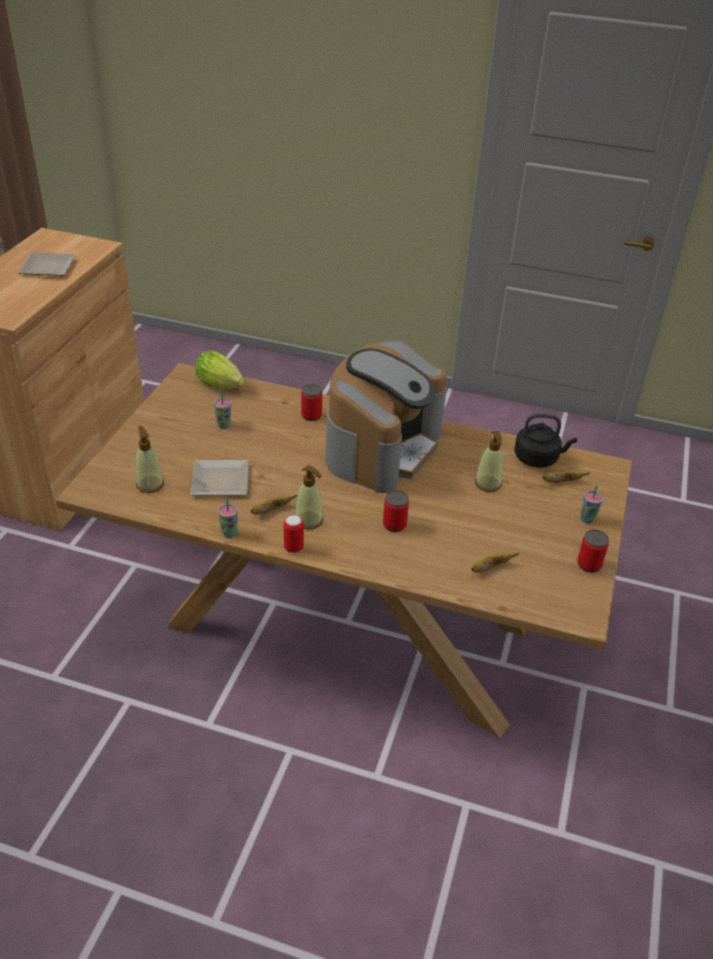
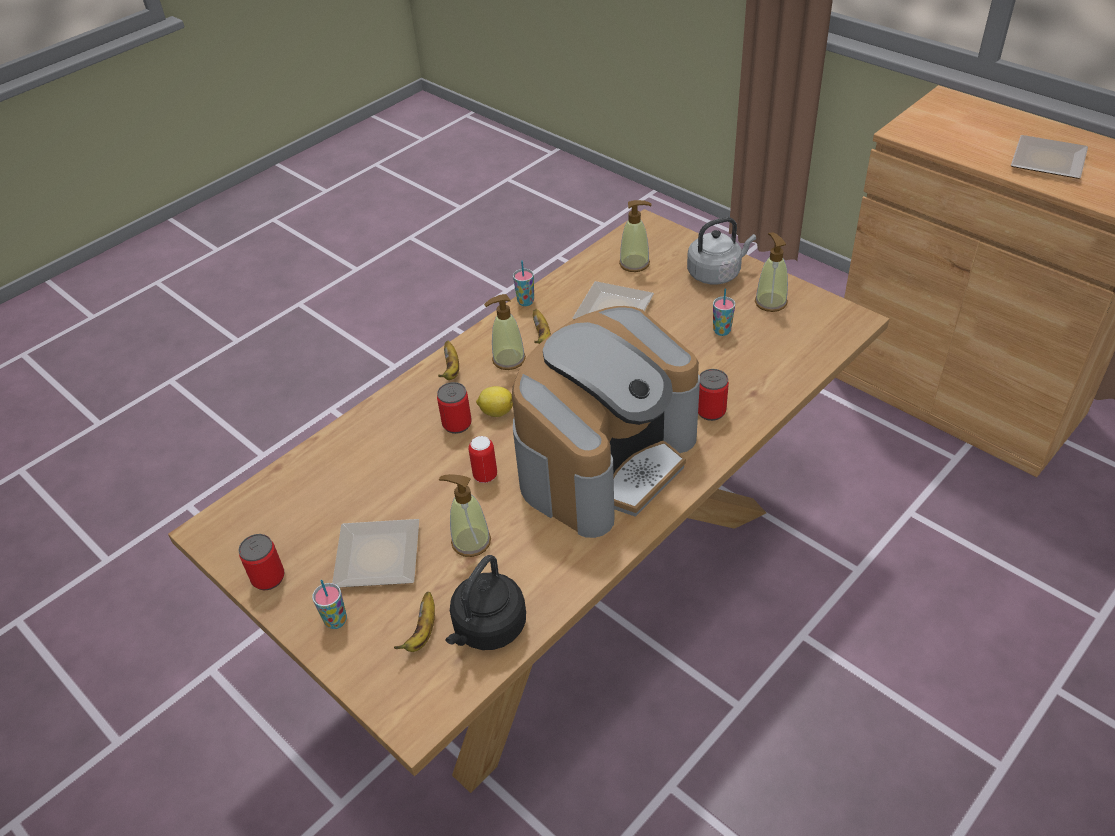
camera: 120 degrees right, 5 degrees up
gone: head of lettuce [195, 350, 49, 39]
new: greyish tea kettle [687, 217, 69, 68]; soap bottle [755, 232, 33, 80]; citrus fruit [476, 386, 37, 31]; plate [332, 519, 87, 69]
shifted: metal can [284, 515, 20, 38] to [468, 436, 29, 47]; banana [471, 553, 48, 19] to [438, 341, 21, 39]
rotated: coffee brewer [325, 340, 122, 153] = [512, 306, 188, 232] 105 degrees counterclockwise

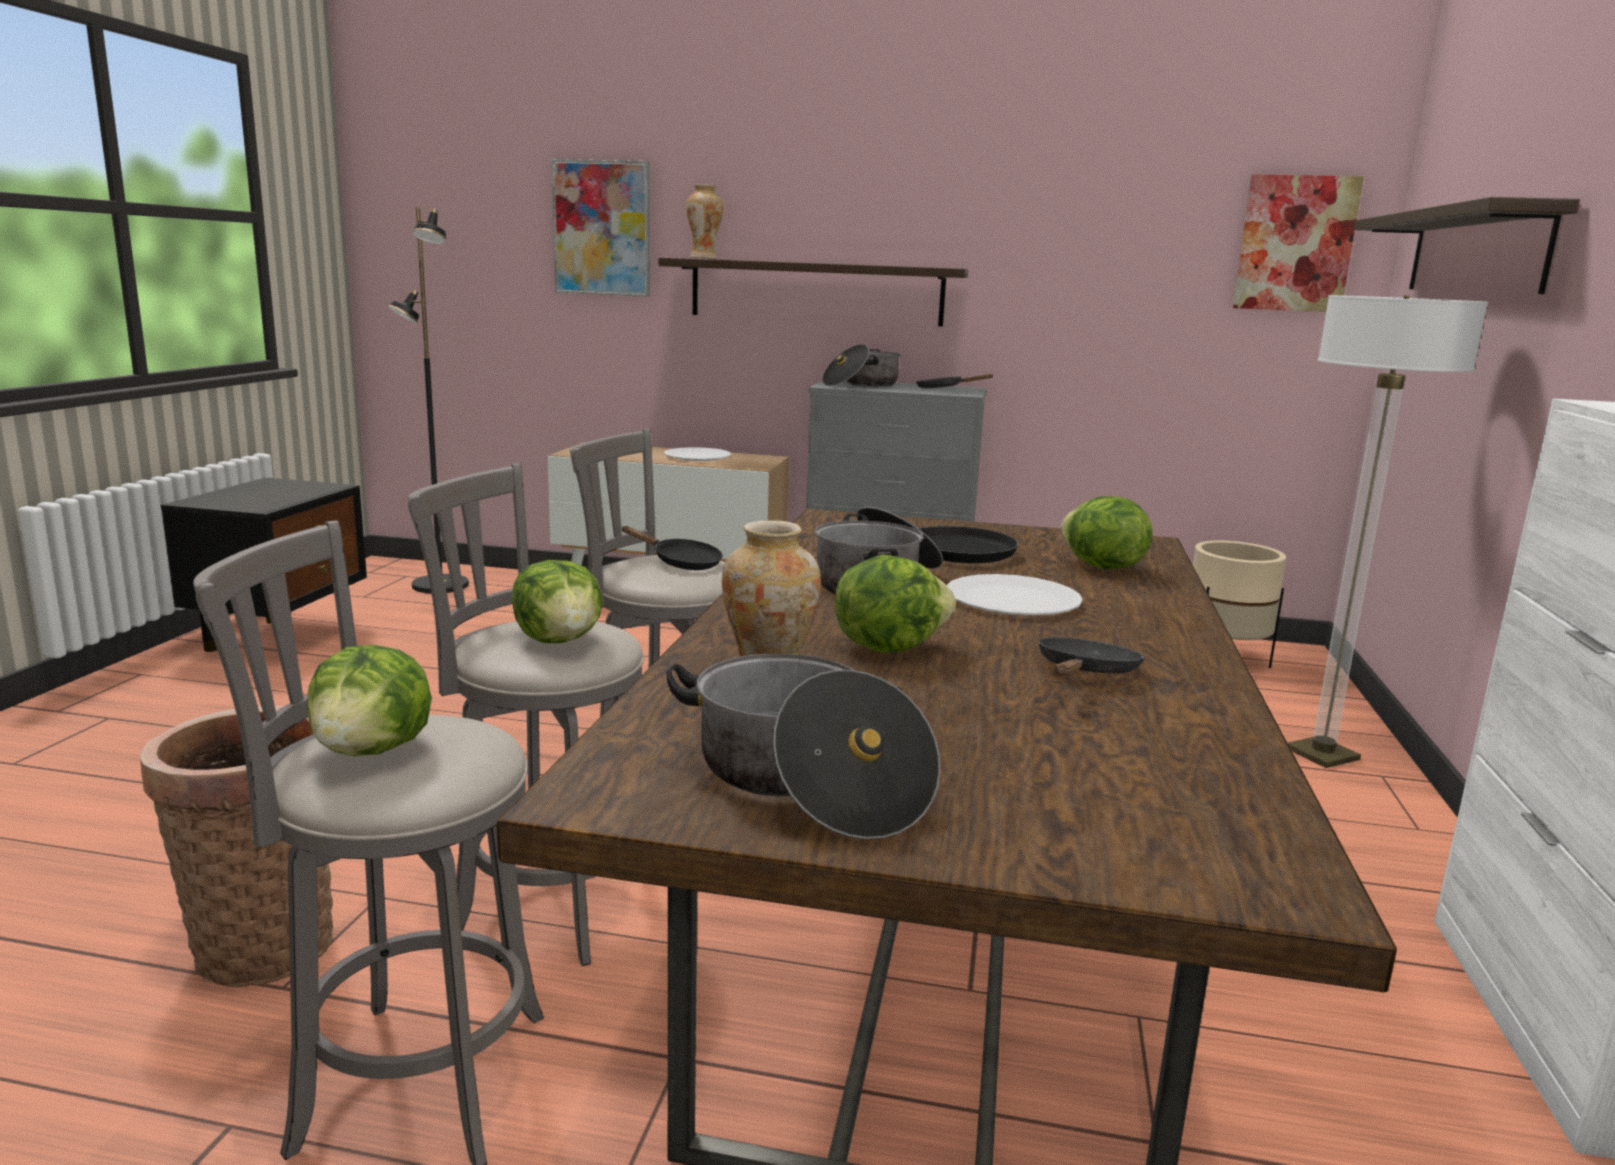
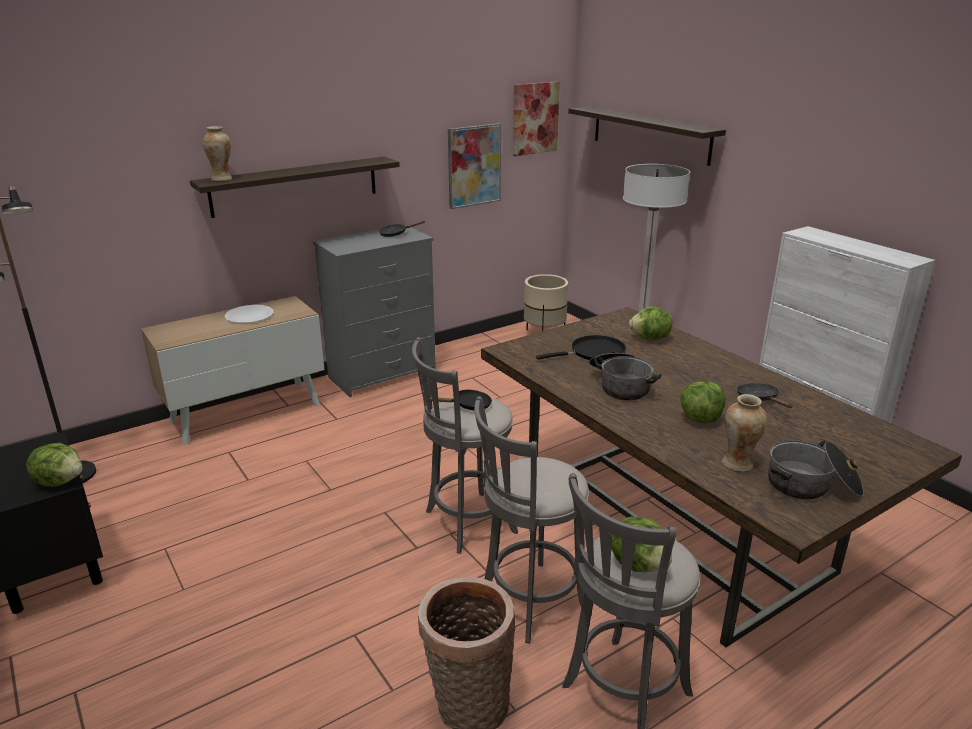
camera: 45 degrees left, 10 degrees up
gone: stockpot [822, 344, 79, 43]; white-coloured plate [947, 574, 136, 41]
shifted: picture [552, 159, 98, 138] to [448, 123, 53, 86]; head of lettuce [512, 560, 91, 83] to [26, 443, 57, 44]

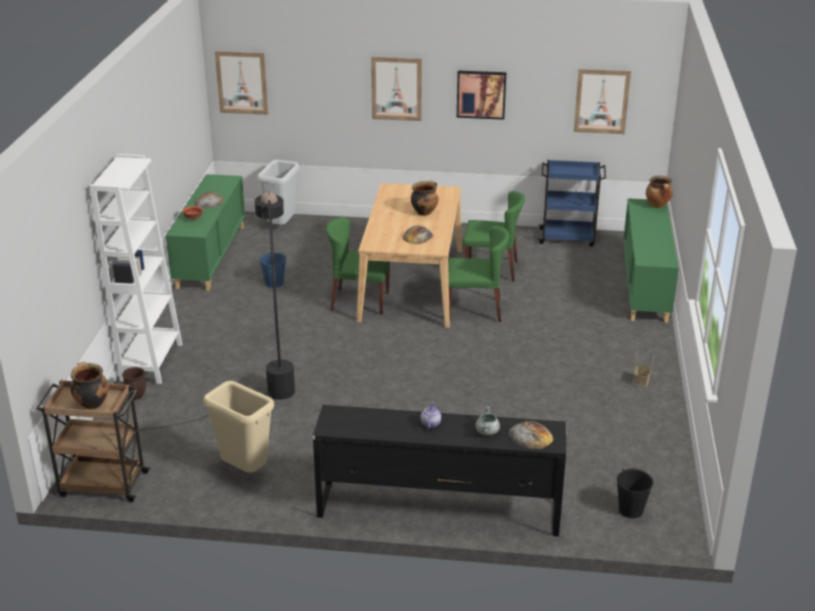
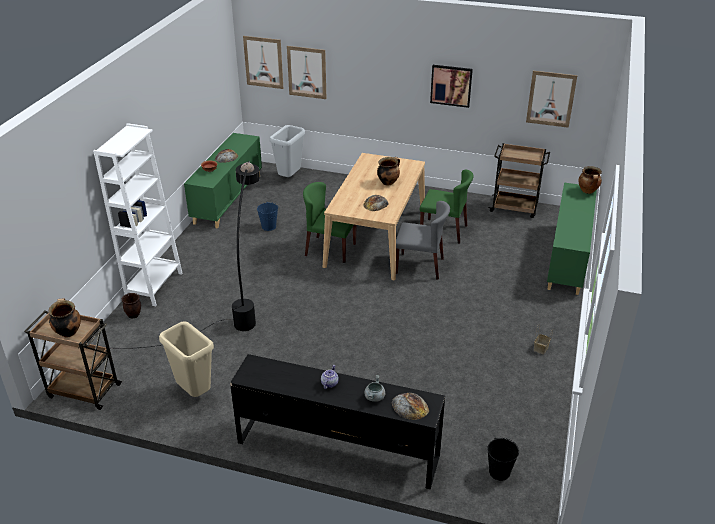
camera: 10 degrees right, 5 degrees up
shifted: picture [371, 57, 51, 64] to [287, 46, 40, 53]
repainted: bluish trolley [537, 160, 69, 87] to brown-coloured trolley [488, 143, 62, 75]; green upright chair [448, 226, 62, 96] to greyish upright chair [396, 201, 54, 79]

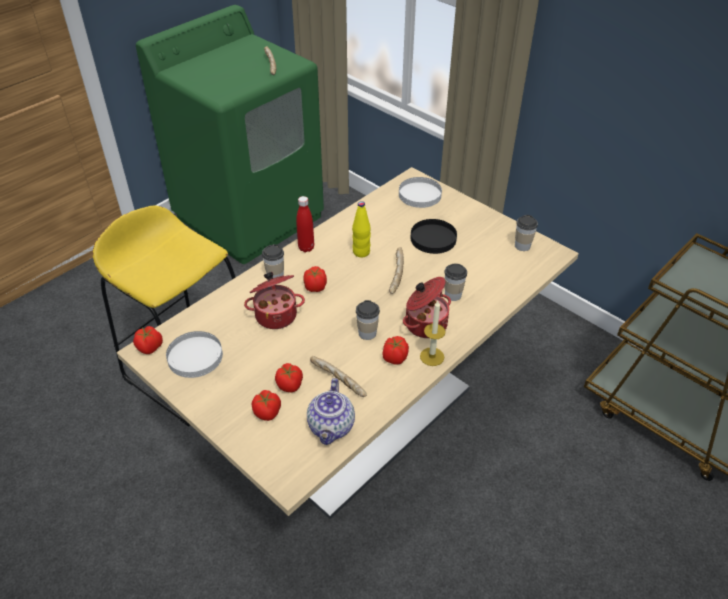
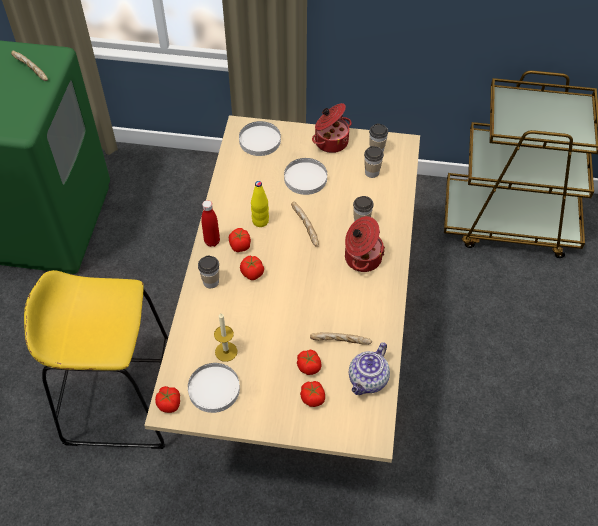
camera: 35 degrees left, 10 degrees up
shifted: stockpot [244, 272, 61, 57] to [312, 103, 40, 50]; drinking cup [356, 300, 24, 40] to [364, 146, 20, 32]; candle [420, 301, 26, 65] to [214, 313, 23, 49]; tomato [382, 336, 27, 29] to [229, 228, 22, 24]
repainted: black-coloured plate [411, 219, 46, 35] to white-coloured plate [284, 158, 43, 37]
rotated: tea pot [307, 378, 48, 67] = [349, 342, 41, 53] 60 degrees clockwise

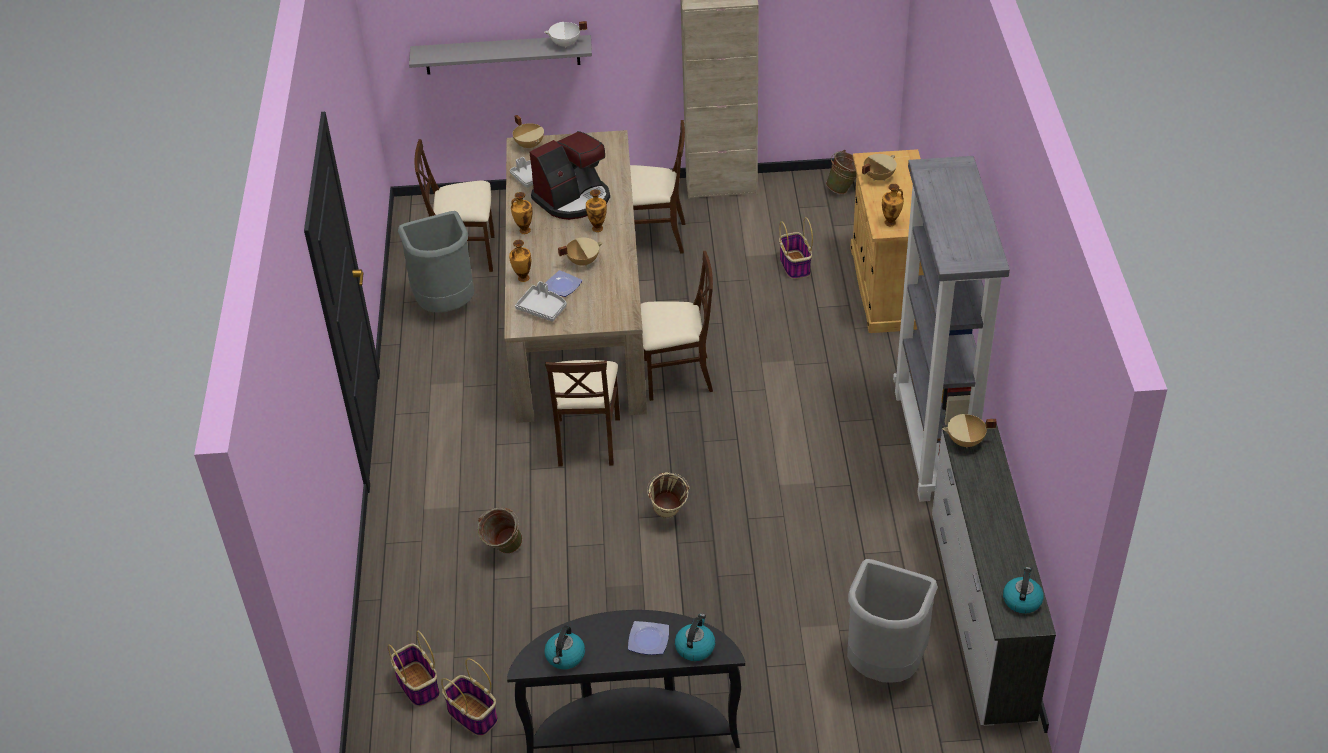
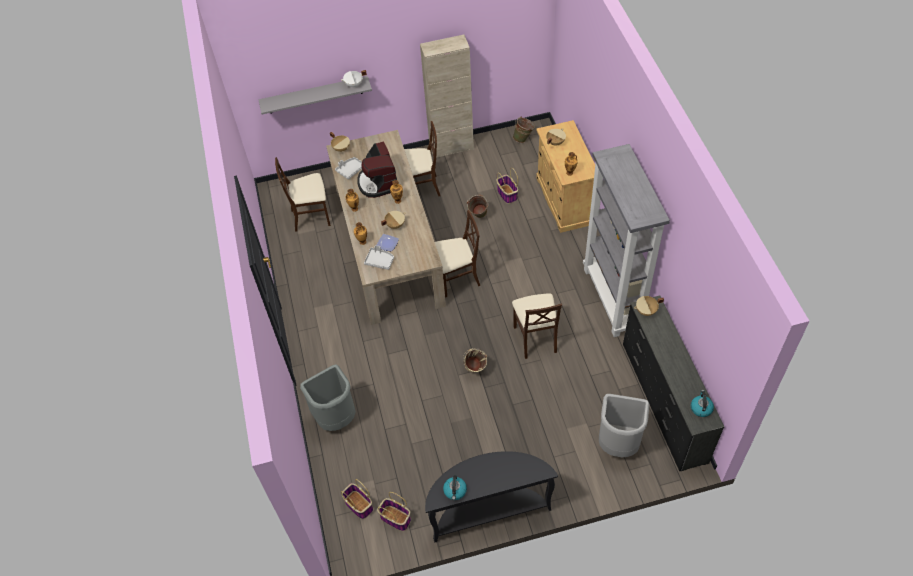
camera: 10 degrees left, 10 degrees up
gone: tea kettle [675, 614, 40, 47]; plate [628, 621, 41, 34]
shifted: greyish rubbish bin [398, 211, 76, 102] to [300, 364, 56, 67]; sand-coloured upright chair [545, 360, 75, 106] to [512, 293, 50, 66]; green bucket [478, 508, 45, 46] to [467, 195, 22, 23]
repainted: white-coloured chest of drawers [932, 422, 124, 304] to black-coloured chest of drawers [623, 296, 101, 175]
rotated: coffee brewer [529, 131, 81, 89] = [357, 141, 42, 57] 120 degrees clockwise

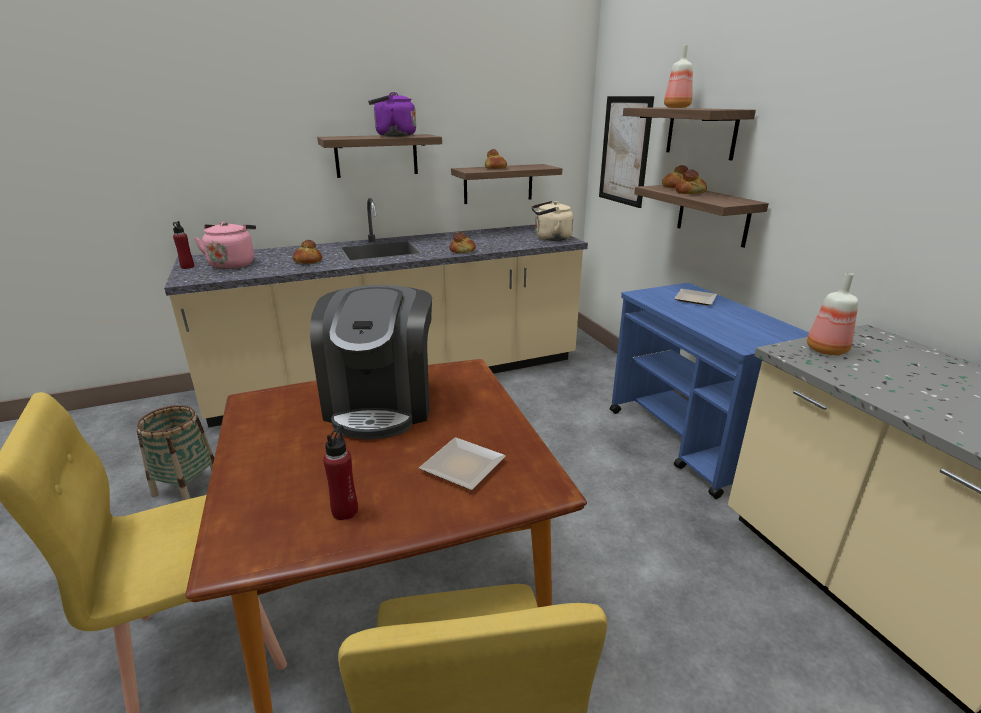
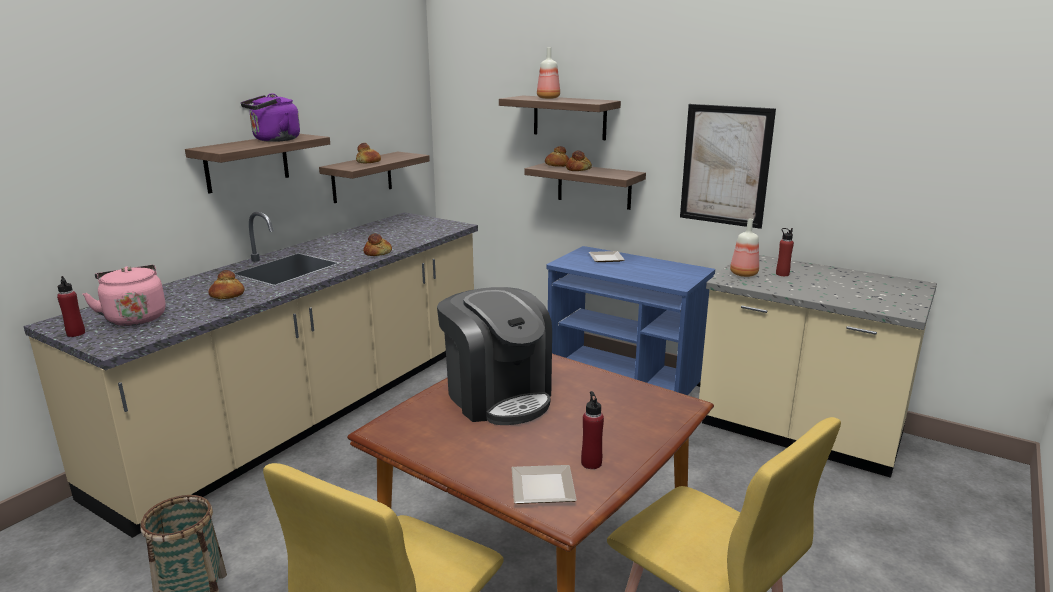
camera: 35 degrees left, 5 degrees down
gone: sand-coloured tea kettle [532, 201, 41, 40]
new: reddish bottle [776, 228, 18, 48]
shifted: picture [599, 96, 55, 112] to [680, 104, 96, 125]; plate [419, 437, 87, 53] to [511, 465, 66, 39]

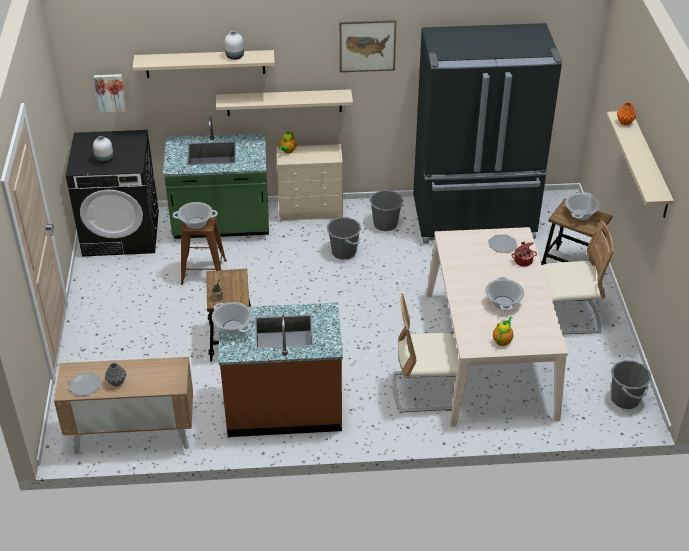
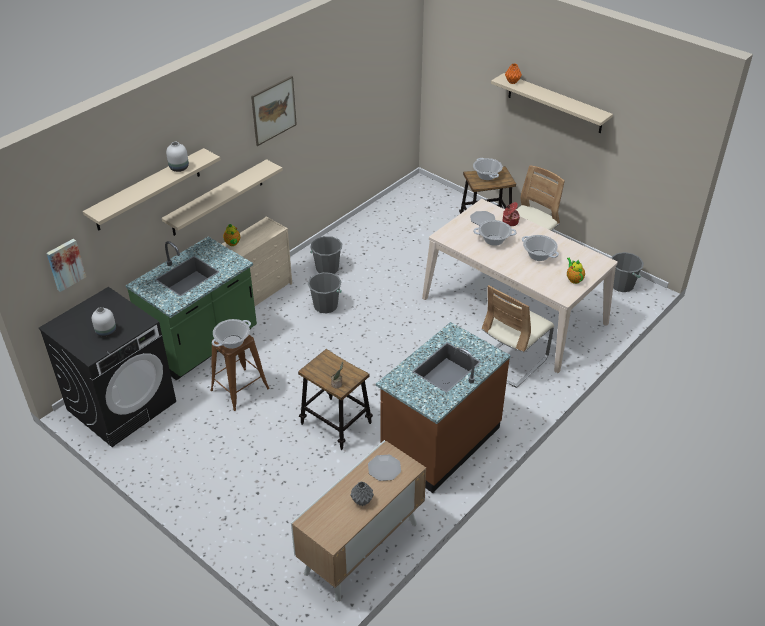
camera: 45 degrees left, 0 degrees up
gone: black-coloured fridge [413, 23, 149, 221]
shifted: stockpot [212, 302, 40, 33] to [473, 220, 44, 26]; plate [69, 372, 32, 24] to [368, 455, 33, 26]

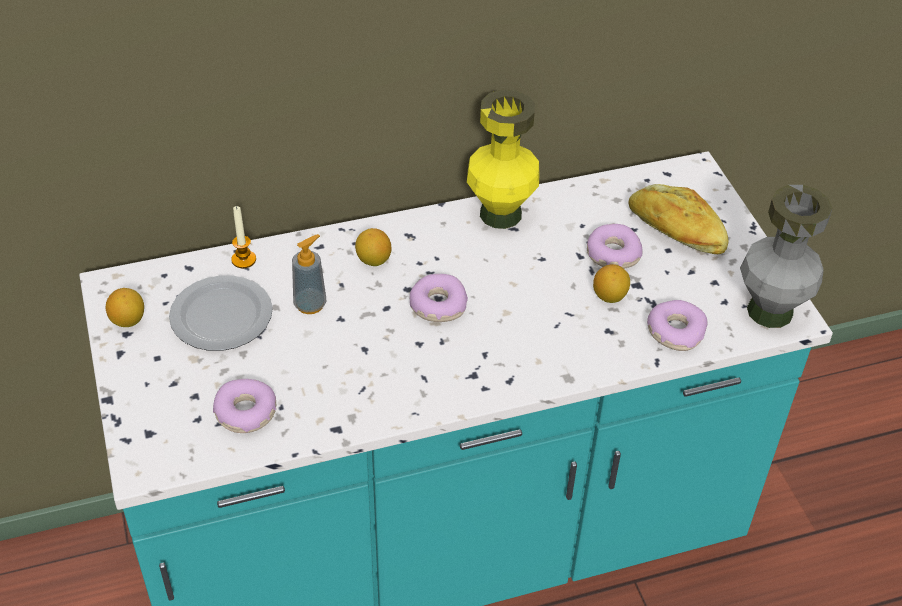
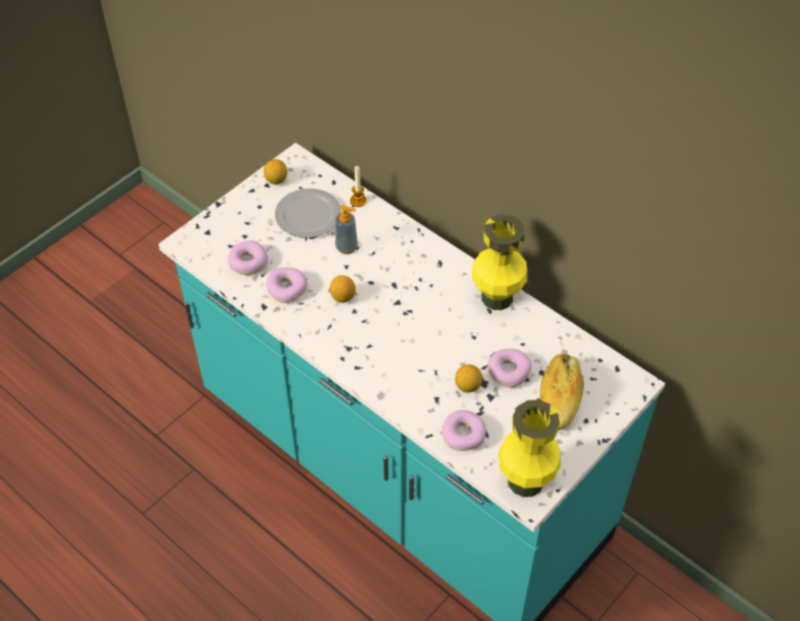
camera: 60 degrees right, 5 degrees up
shifted: citrus fruit [355, 228, 37, 38] to [330, 275, 25, 28]; ring doughnut [410, 274, 58, 48] to [266, 268, 42, 35]
repainted: greyish flower vase [740, 185, 92, 143] to yellow flower vase [498, 400, 63, 97]

